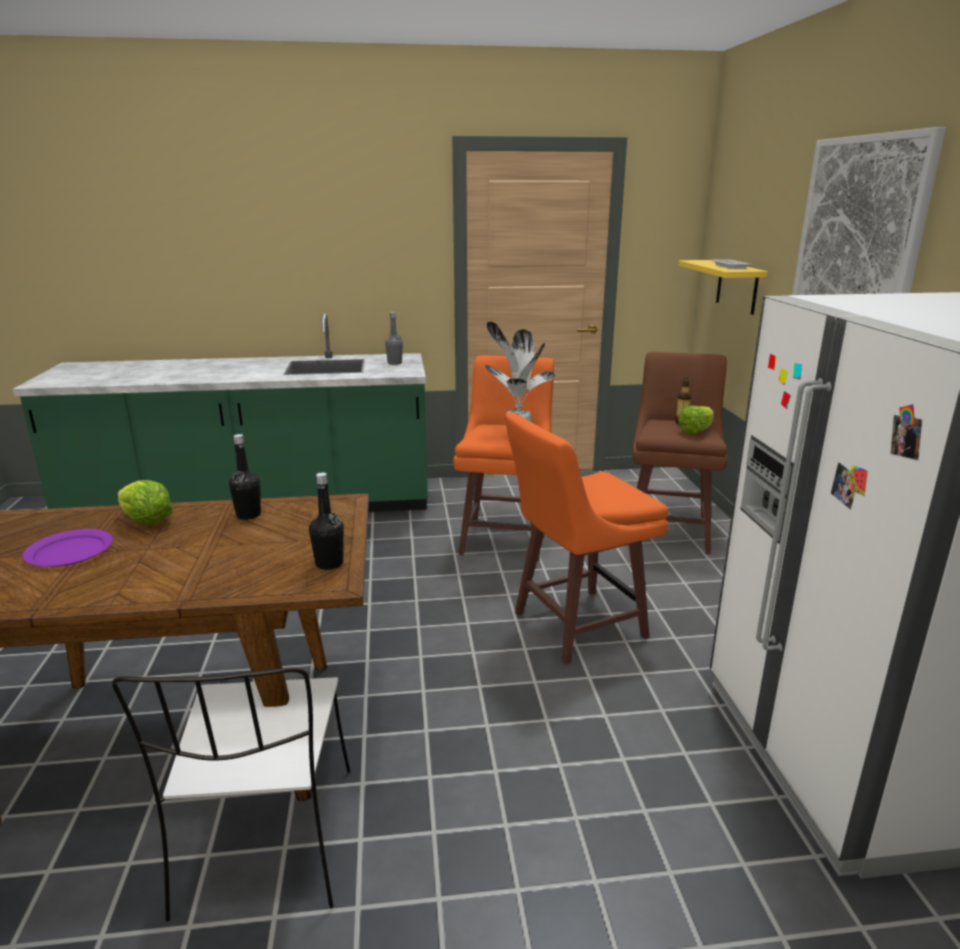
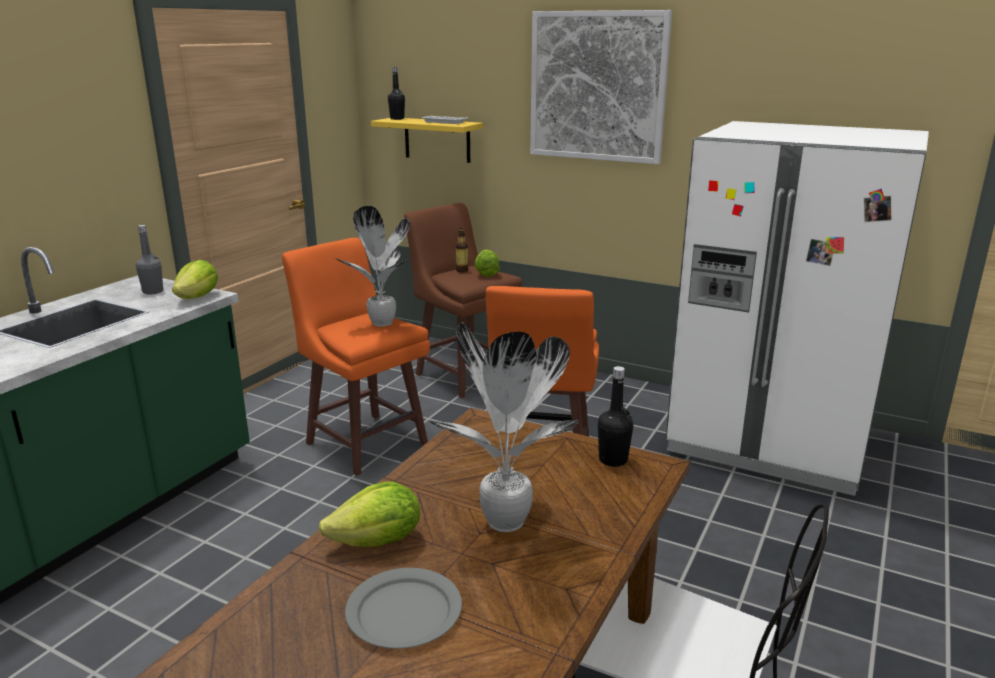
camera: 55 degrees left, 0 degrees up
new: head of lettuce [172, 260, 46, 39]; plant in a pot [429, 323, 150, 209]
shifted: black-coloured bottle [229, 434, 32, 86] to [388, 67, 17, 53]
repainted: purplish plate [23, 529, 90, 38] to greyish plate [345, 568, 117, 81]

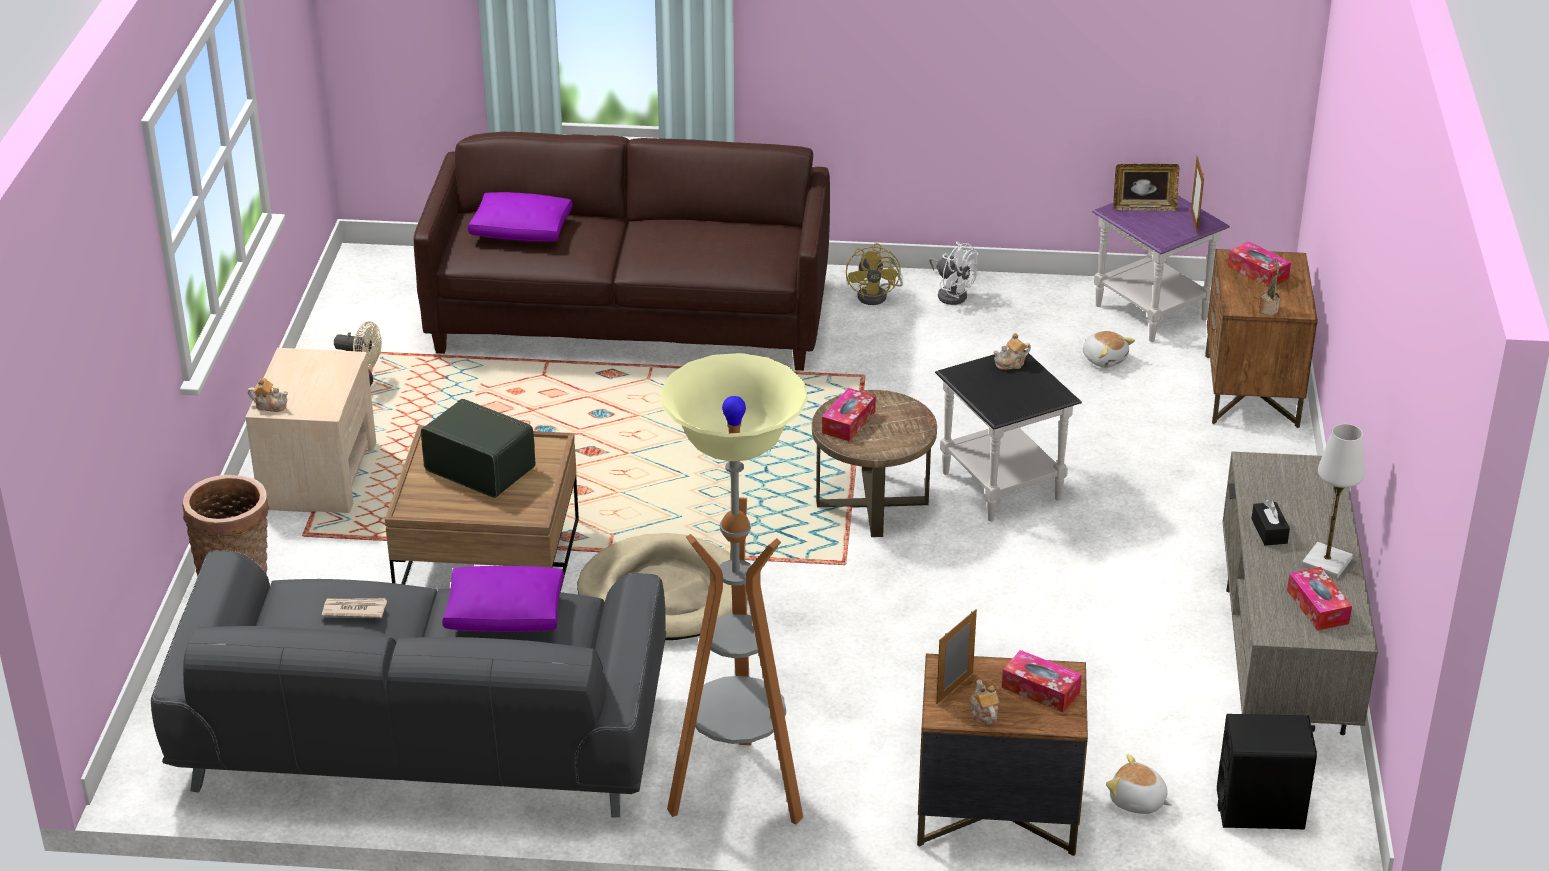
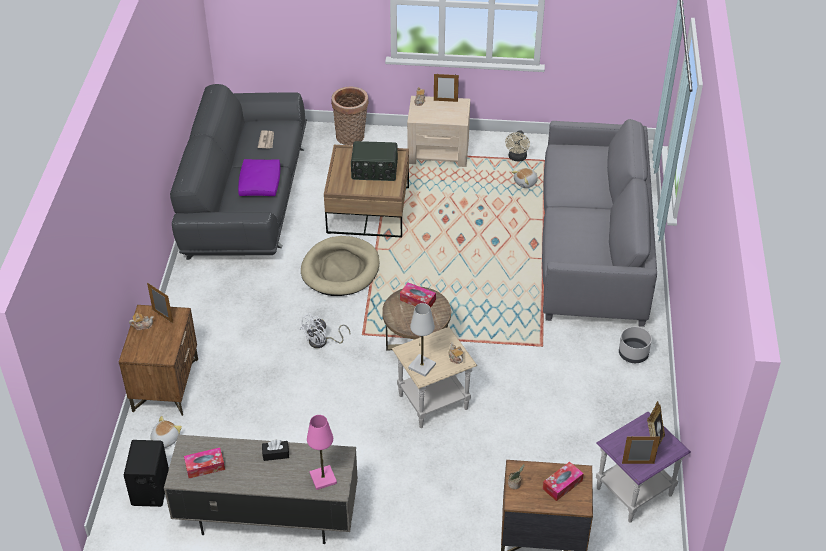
camera: 90 degrees right, 10 degrees up
gone: purplish pillow [468, 192, 105, 49]; floor lamp [660, 353, 148, 471]; box of tissues [1002, 650, 80, 62]
new: picture frame [434, 74, 25, 28]; pinkish table lamp [307, 415, 30, 75]
shifted: white-coloured electric fan [929, 242, 49, 63] to [299, 313, 51, 35]; plush toy [1083, 331, 52, 37] to [512, 168, 26, 20]; white-coloured table lamp [1302, 424, 63, 155] to [408, 303, 28, 74]
swapped: yellow electric fan [846, 243, 57, 62] to greyish planter [619, 327, 33, 36]
repainted: brown-coloured sofa [414, 132, 416, 239] to greyish sofa [542, 119, 115, 208]; black-coloured end table [935, 349, 147, 172] to sand-coloured end table [392, 327, 85, 101]
rotated: radio set [421, 399, 114, 99] = [351, 141, 47, 40] 60 degrees clockwise

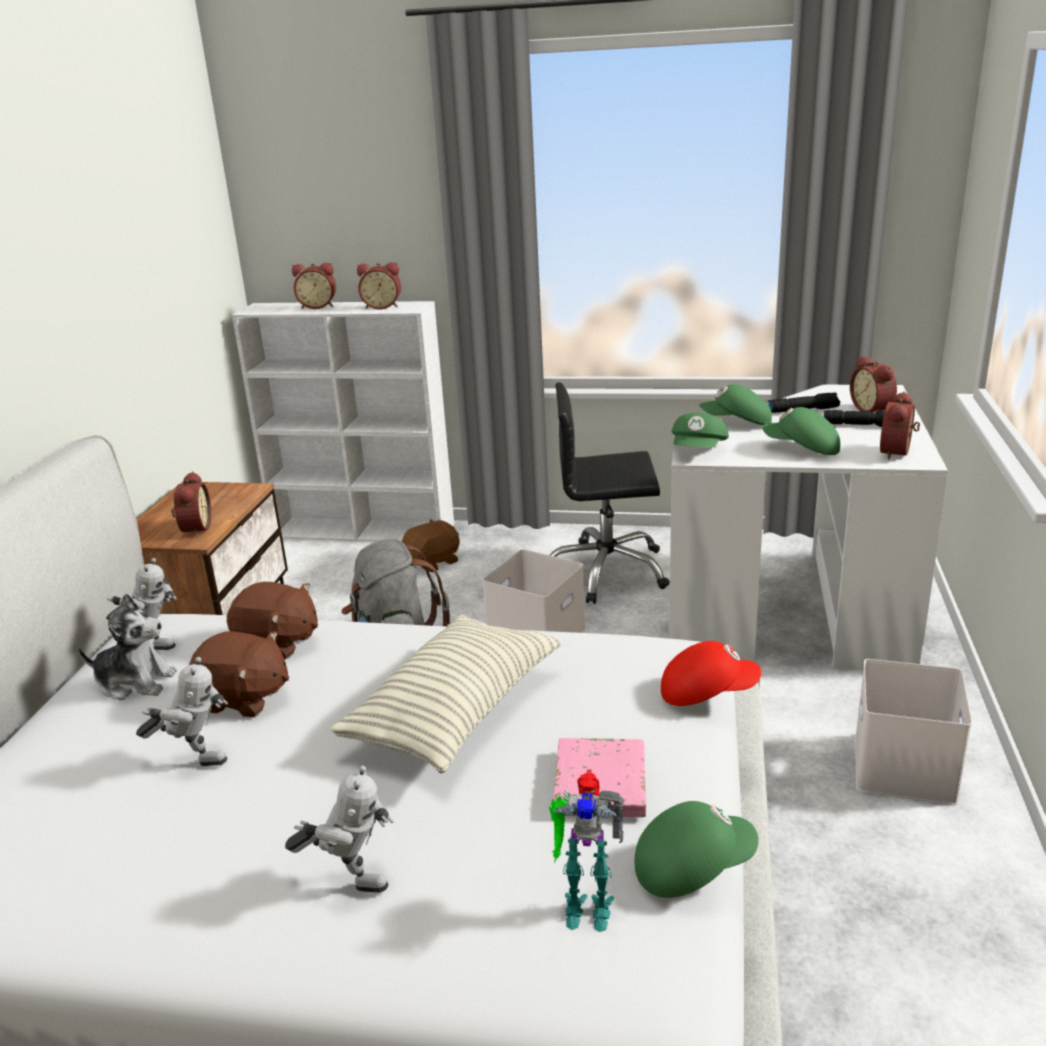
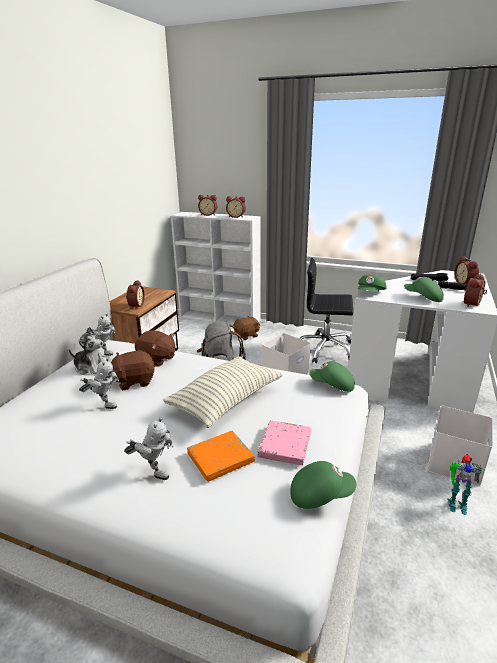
camera: 10 degrees right, 0 degrees up
gone: reddish cap [661, 641, 100, 65]
new: orange bound book [187, 431, 68, 51]
shifted: green cap [700, 384, 72, 41] to [310, 361, 45, 31]; model robot [549, 769, 75, 163] to [447, 454, 36, 61]
rotated: brown-coloured plush toy [189, 631, 100, 86] = [111, 350, 44, 40] 135 degrees clockwise

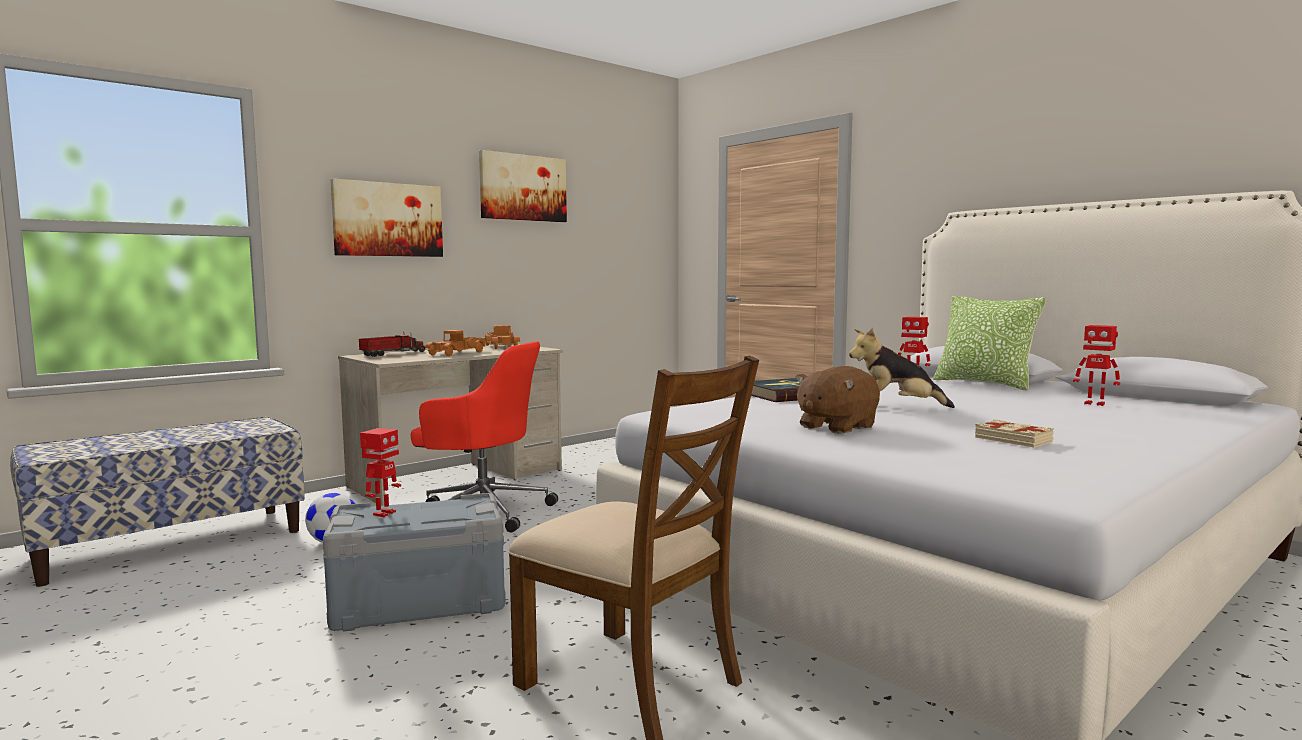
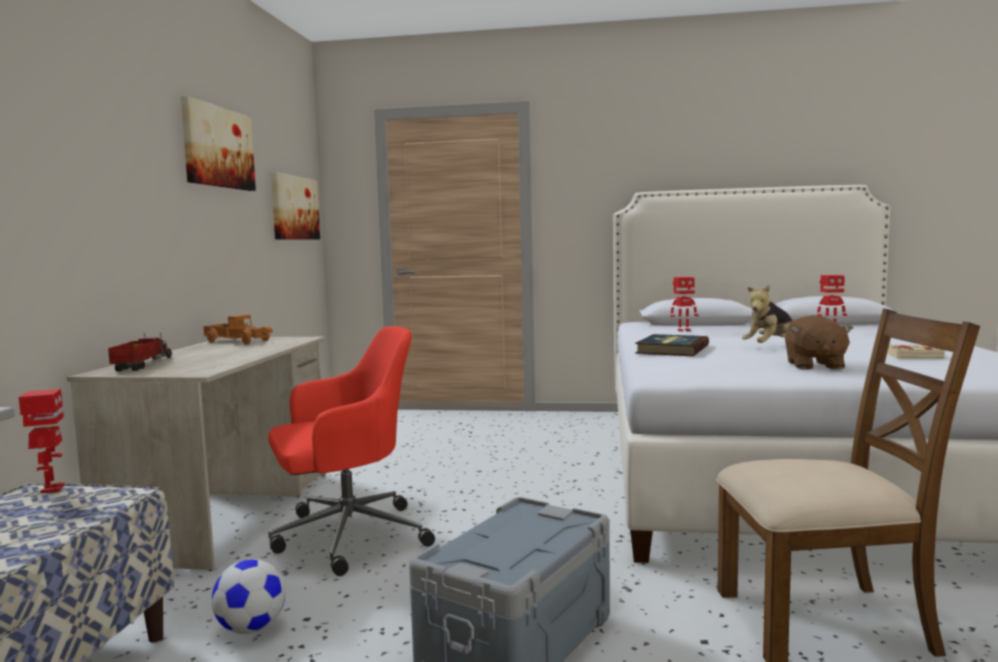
camera: 40 degrees left, 0 degrees up
gone: pillow [933, 296, 113, 95]; toy lorry [425, 330, 61, 26]
shifted: picture [331, 178, 112, 79] to [271, 172, 49, 68]; model robot [360, 428, 41, 89] to [19, 389, 46, 104]

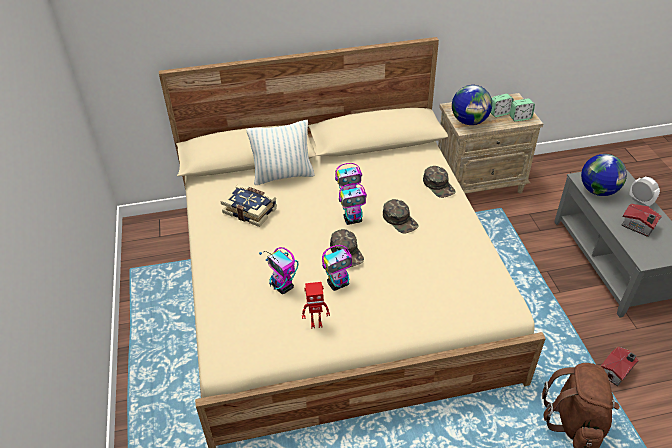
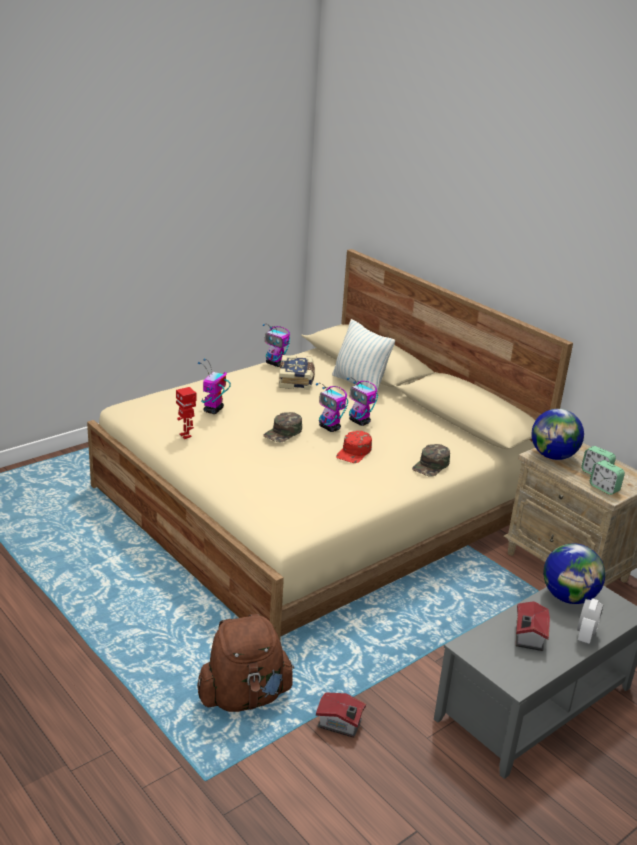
camera: 60 degrees right, 15 degrees down
shifted: model robot [322, 245, 30, 46] to [263, 324, 27, 43]
repainted: green cap [383, 199, 35, 35] to reddish cap [336, 431, 36, 32]

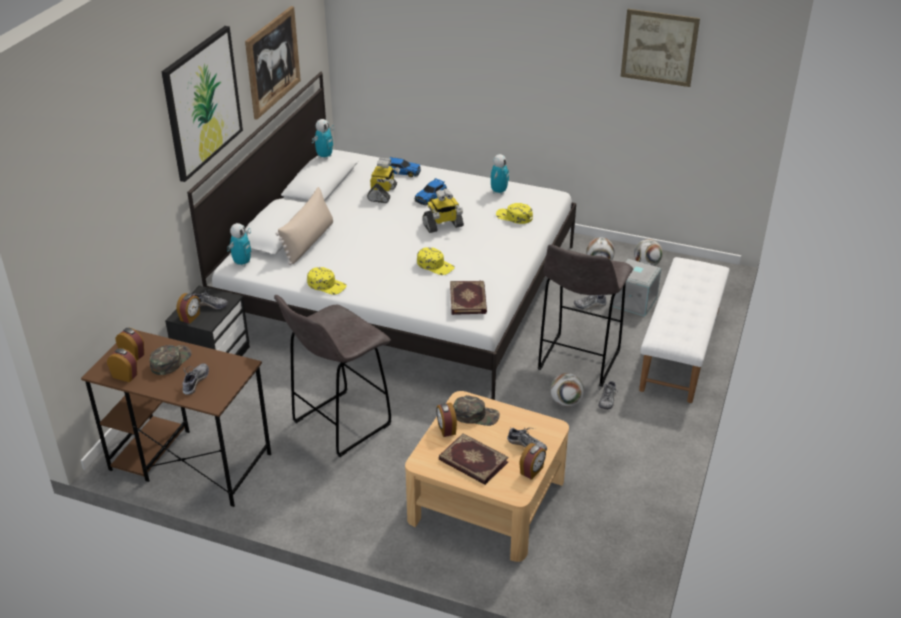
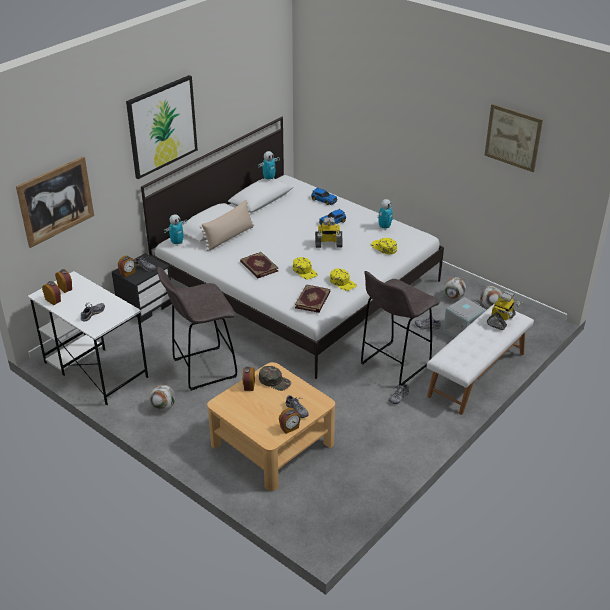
camera: 20 degrees right, 0 degrees up
gone: green cap [149, 345, 43, 30]
shifted: picture [245, 6, 56, 114] to [16, 157, 78, 91]; model robot [367, 158, 33, 45] to [487, 291, 34, 39]; yellow cap [307, 267, 40, 28] to [330, 268, 27, 23]; football [550, 373, 34, 34] to [149, 385, 26, 26]; bound book [439, 433, 70, 52] to [240, 252, 38, 26]
repainted: brown-coloured desk table [81, 330, 190, 177] to white-coloured desk table [27, 271, 121, 134]

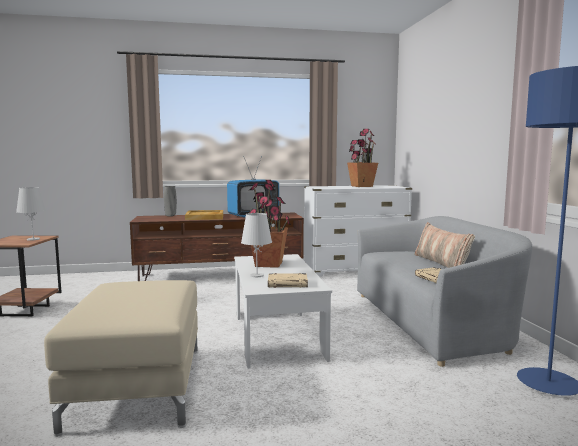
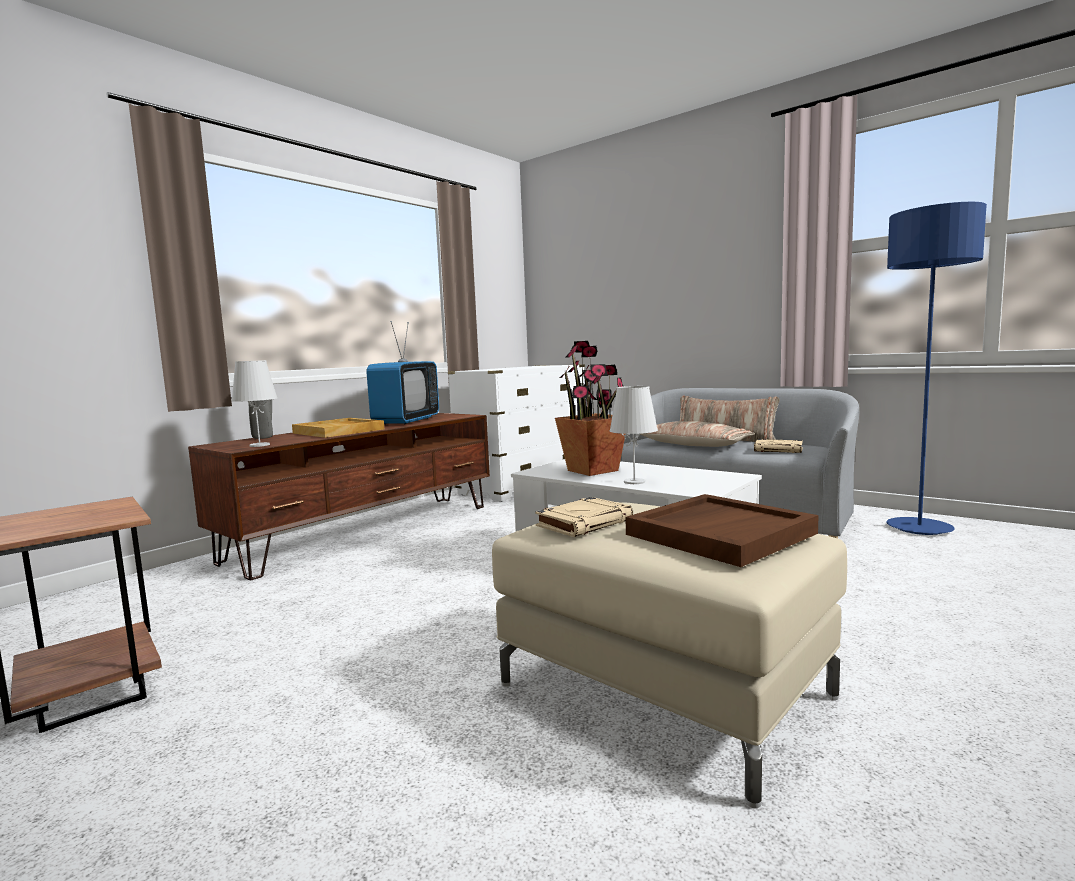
camera: 40 degrees left, 0 degrees up
gone: plant in a pot [347, 129, 31, 58]
new: pillow [640, 421, 115, 26]; brown-coloured serving tray [625, 494, 194, 73]
shifted: white-coloured table lamp [16, 187, 30, 54] to [231, 360, 47, 87]; sand-coloured bound book [268, 273, 40, 15] to [535, 497, 98, 40]

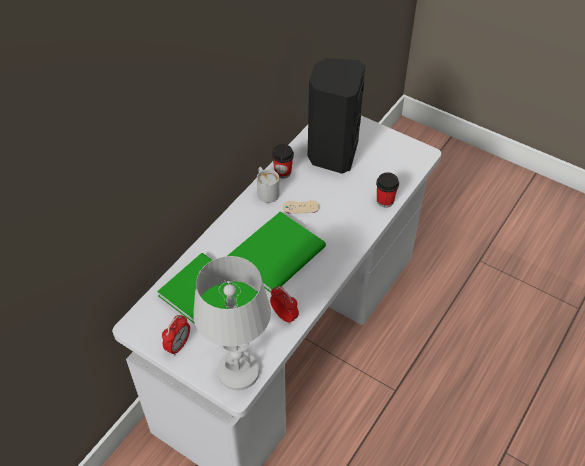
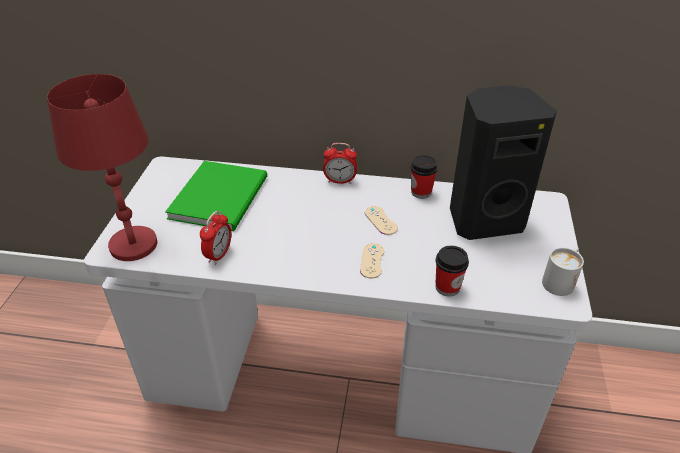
camera: 65 degrees right, 10 degrees down
gone: green bound book [227, 211, 99, 82]
new: sand-coloured joypad [360, 243, 24, 36]
shifted: white-coloured coffee mug [257, 167, 22, 36] to [542, 247, 42, 49]; alarm clock [162, 314, 28, 42] to [323, 143, 34, 41]
repainted: white-coloured table lamp [193, 256, 78, 135] to reddish table lamp [47, 74, 110, 187]

